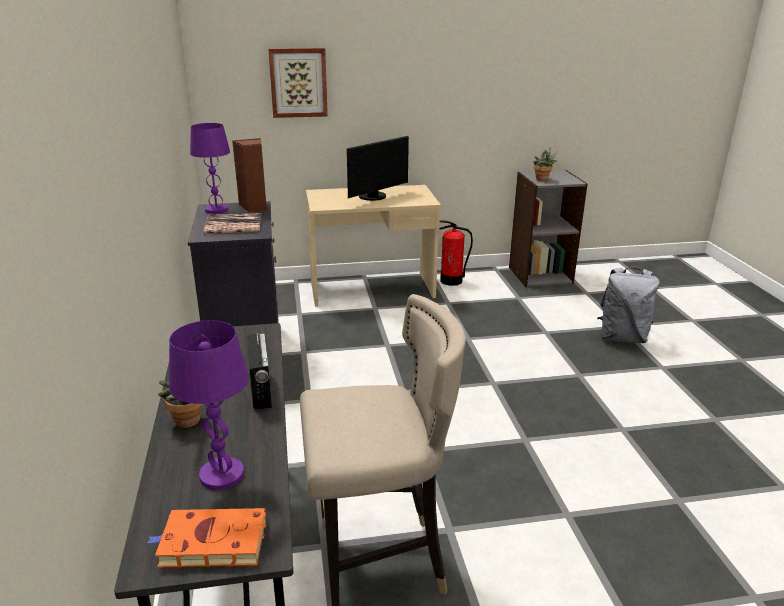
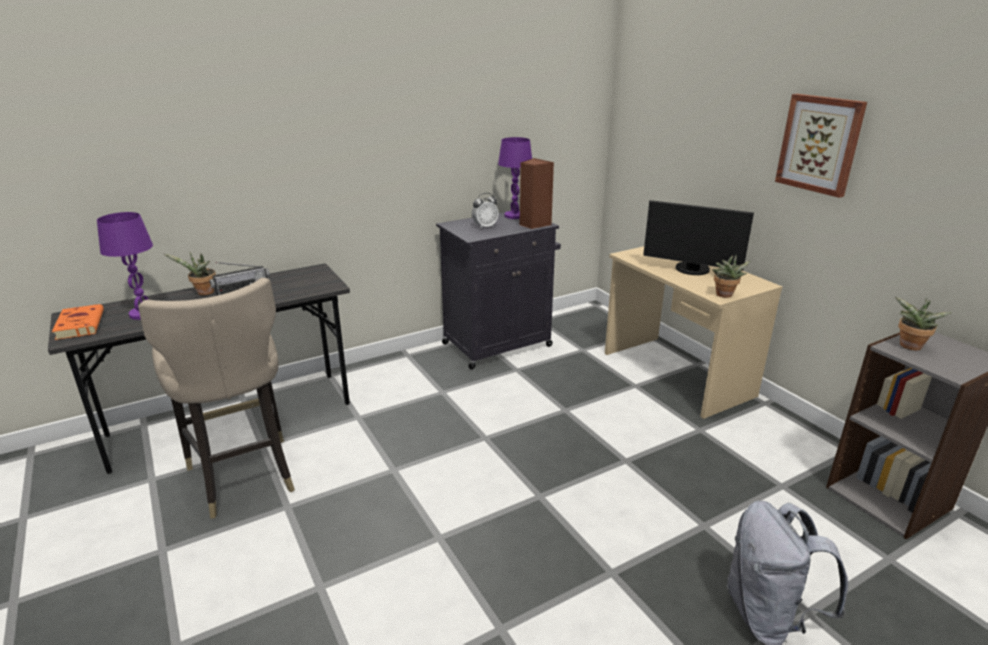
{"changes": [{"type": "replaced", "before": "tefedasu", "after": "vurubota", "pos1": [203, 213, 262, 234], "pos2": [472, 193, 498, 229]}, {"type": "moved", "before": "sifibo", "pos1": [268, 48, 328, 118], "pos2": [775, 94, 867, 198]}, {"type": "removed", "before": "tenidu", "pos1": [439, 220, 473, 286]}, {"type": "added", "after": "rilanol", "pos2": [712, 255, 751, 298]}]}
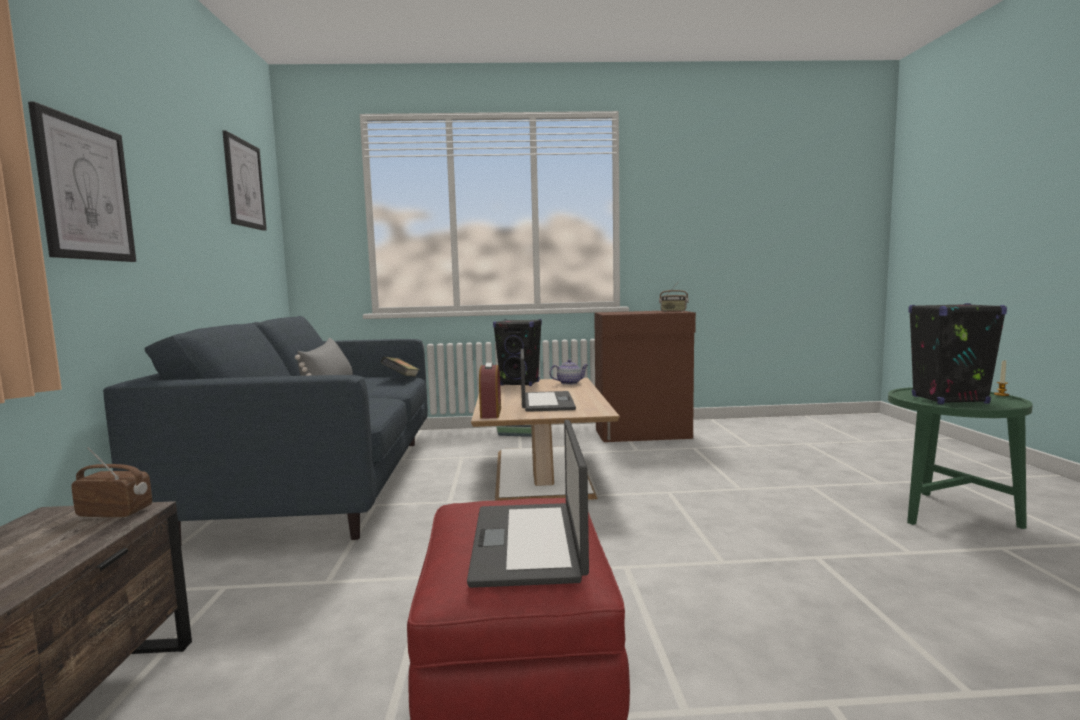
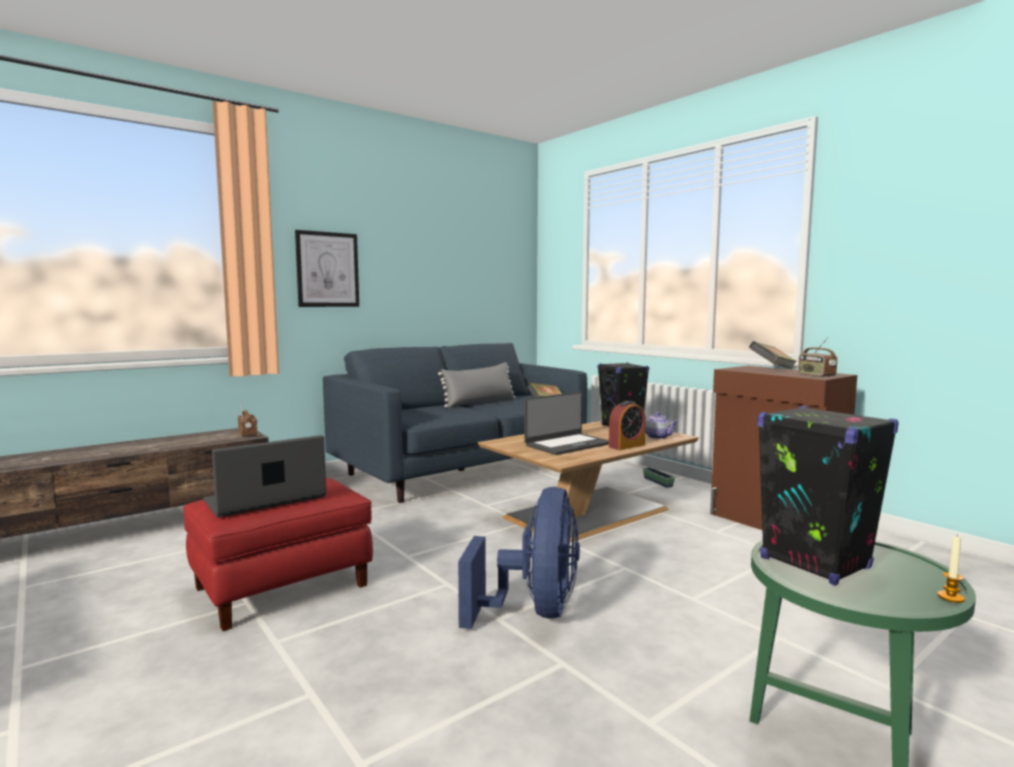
{"changes": [{"type": "removed", "before": "sifibo", "pos1": [223, 131, 267, 231]}, {"type": "moved", "before": "vurubota", "pos1": [479, 362, 501, 419], "pos2": [609, 401, 646, 450]}, {"type": "added", "after": "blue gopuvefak", "pos2": [458, 487, 580, 629]}, {"type": "added", "after": "tefedasu", "pos2": [749, 341, 797, 369]}]}
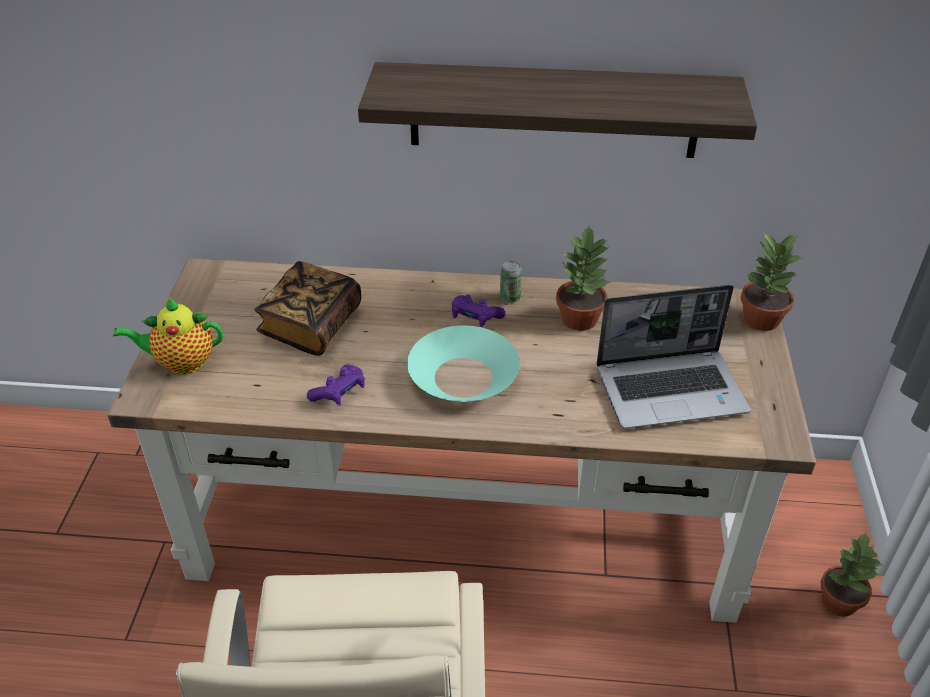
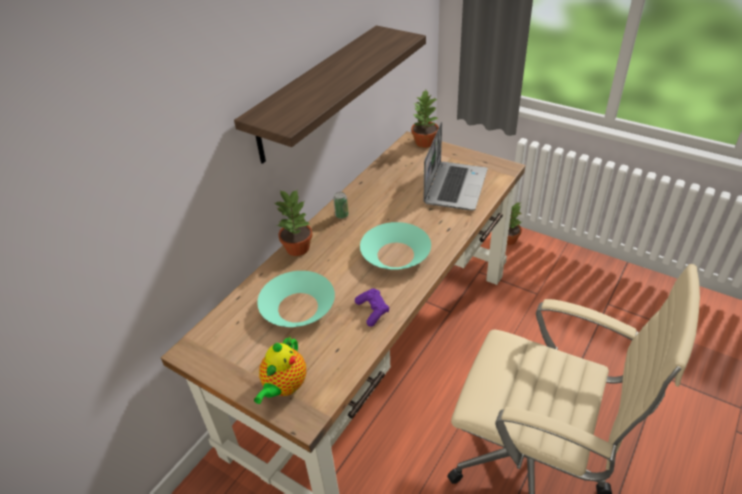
{"changes": [{"type": "replaced", "before": "tefedasu", "after": "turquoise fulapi", "pos1": [254, 261, 361, 356], "pos2": [257, 271, 335, 327]}, {"type": "removed", "before": "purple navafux", "pos1": [452, 294, 505, 327]}, {"type": "moved", "before": "rilanol", "pos1": [556, 226, 610, 331], "pos2": [275, 190, 313, 256]}]}
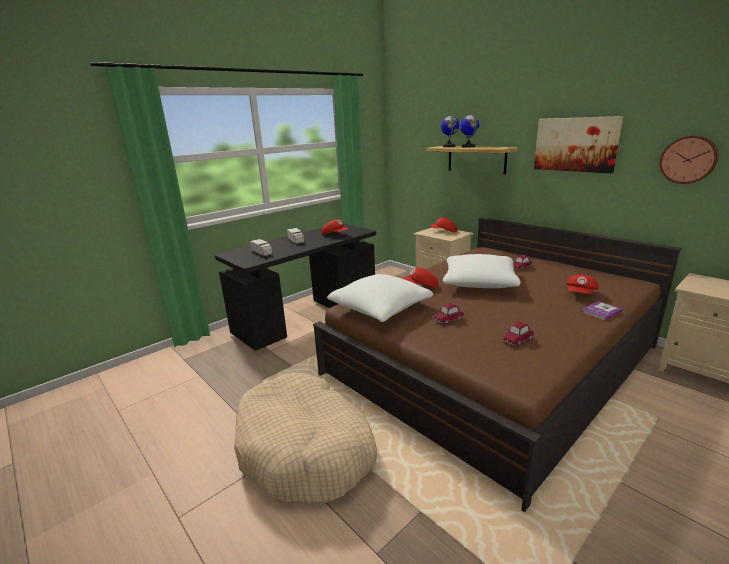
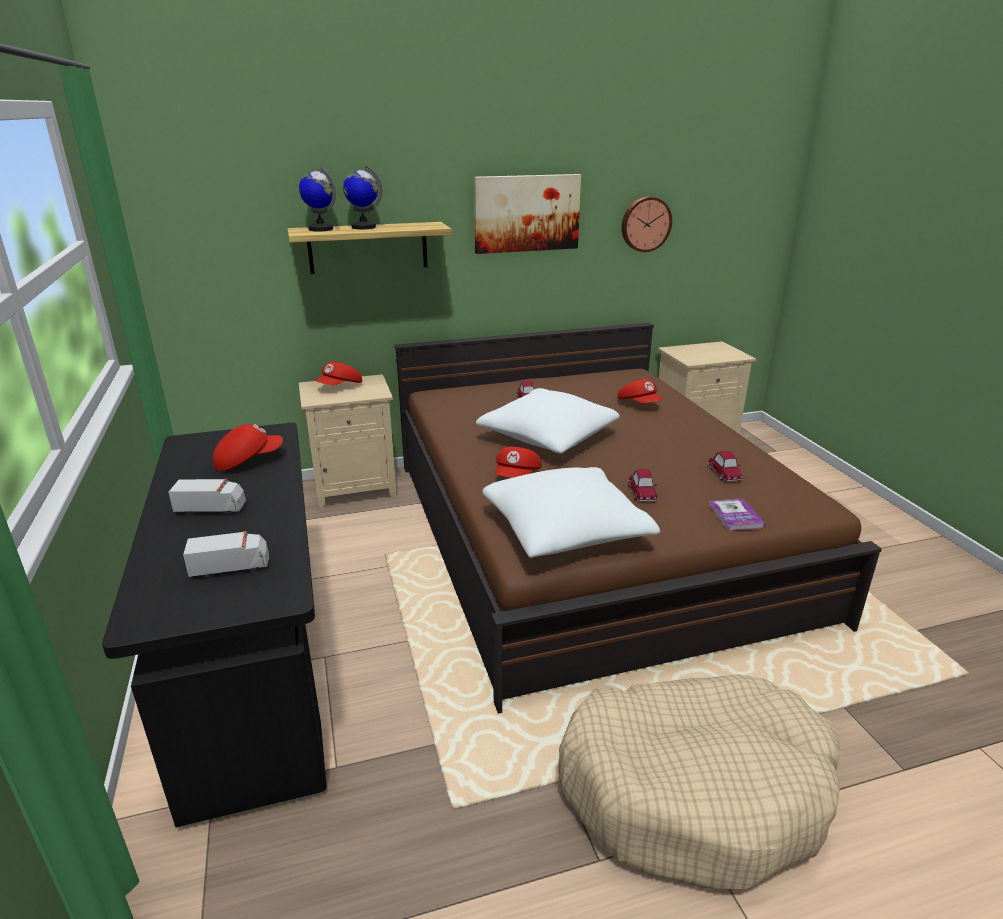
{"changes": [{"type": "moved", "before": "tefedasu", "pos1": [582, 301, 622, 321], "pos2": [709, 498, 765, 531]}]}
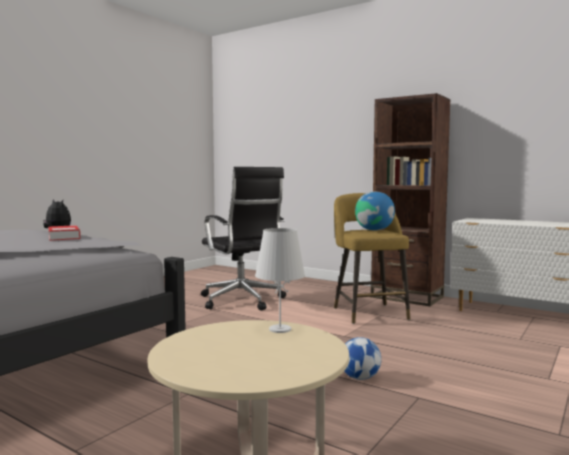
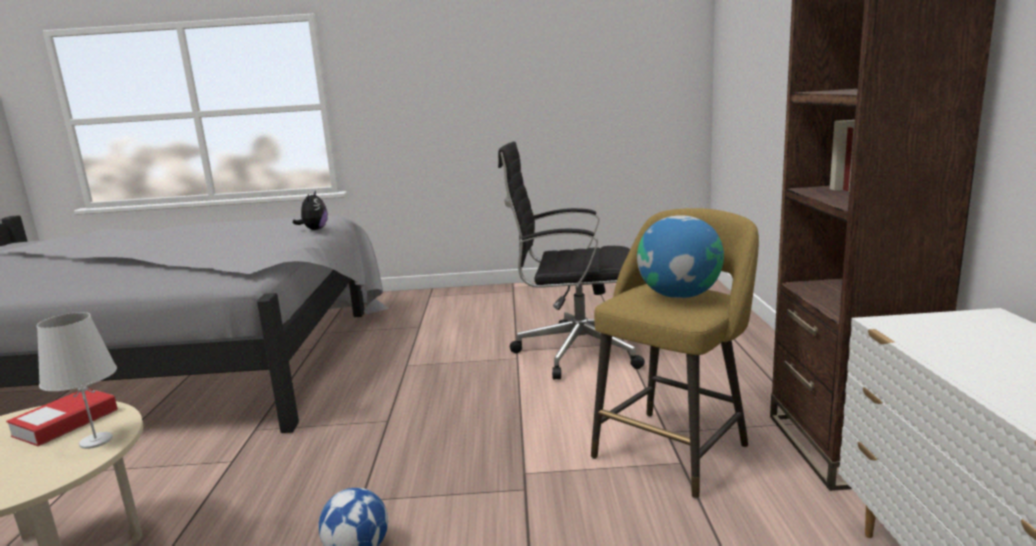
{"changes": [{"type": "moved", "before": "tefedasu", "pos1": [48, 225, 80, 241], "pos2": [6, 388, 118, 446]}, {"type": "turned", "before": "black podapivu", "pos1": [201, 167, 286, 311], "pos2": [498, 141, 645, 380], "turn": 75}]}
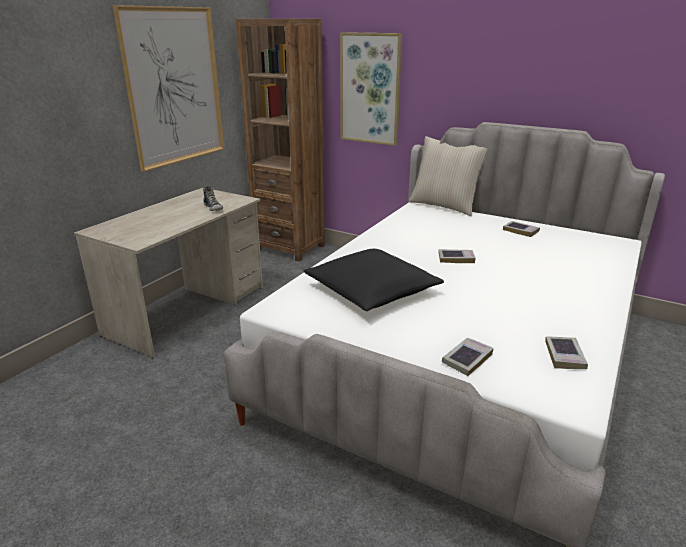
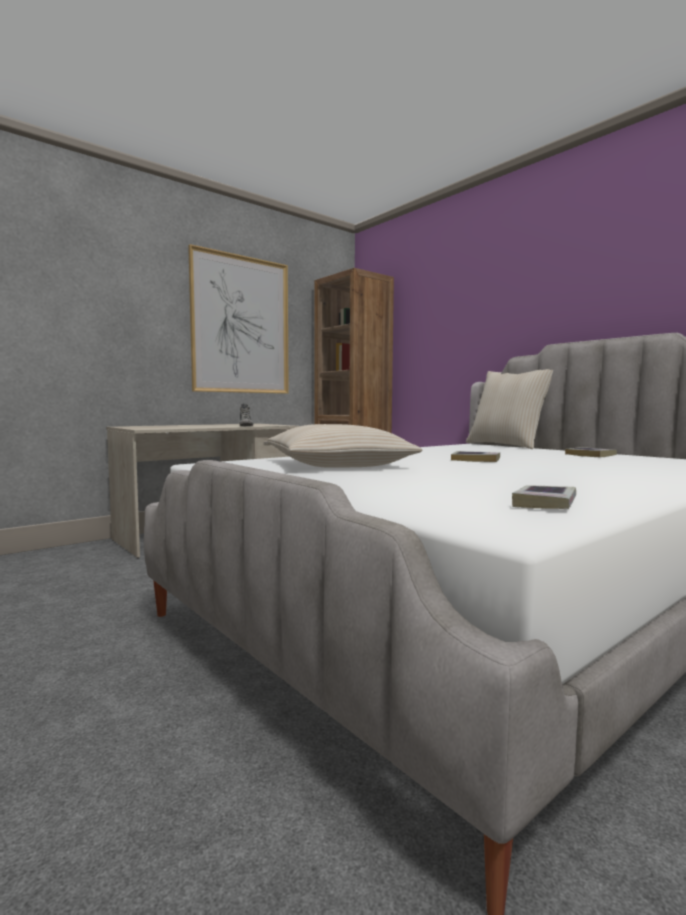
{"changes": [{"type": "recoloured", "before": "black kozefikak", "after": "beige kozefikak", "pos1": [304, 249, 444, 311], "pos2": [267, 424, 423, 468]}, {"type": "removed", "before": "sifibo", "pos1": [340, 32, 402, 146]}, {"type": "removed", "before": "tefedasu", "pos1": [442, 338, 494, 376]}]}
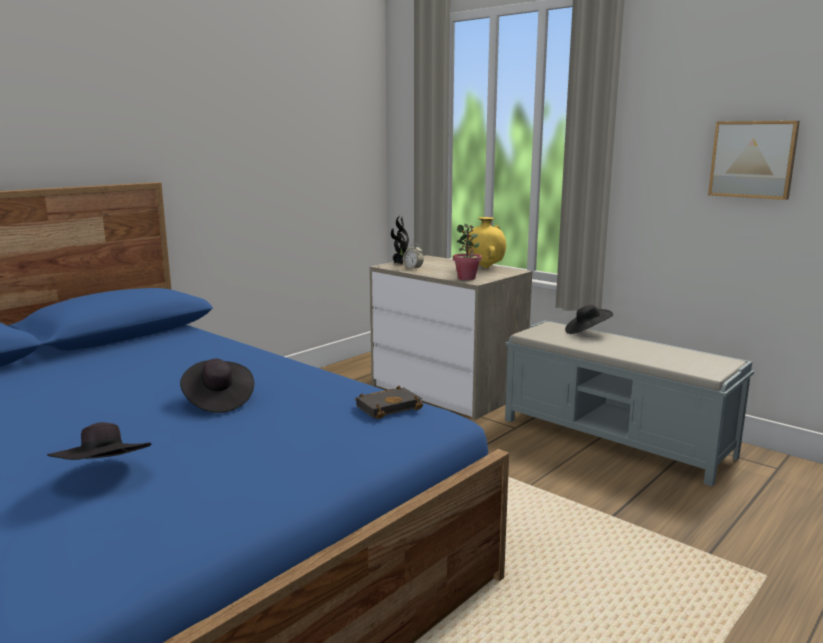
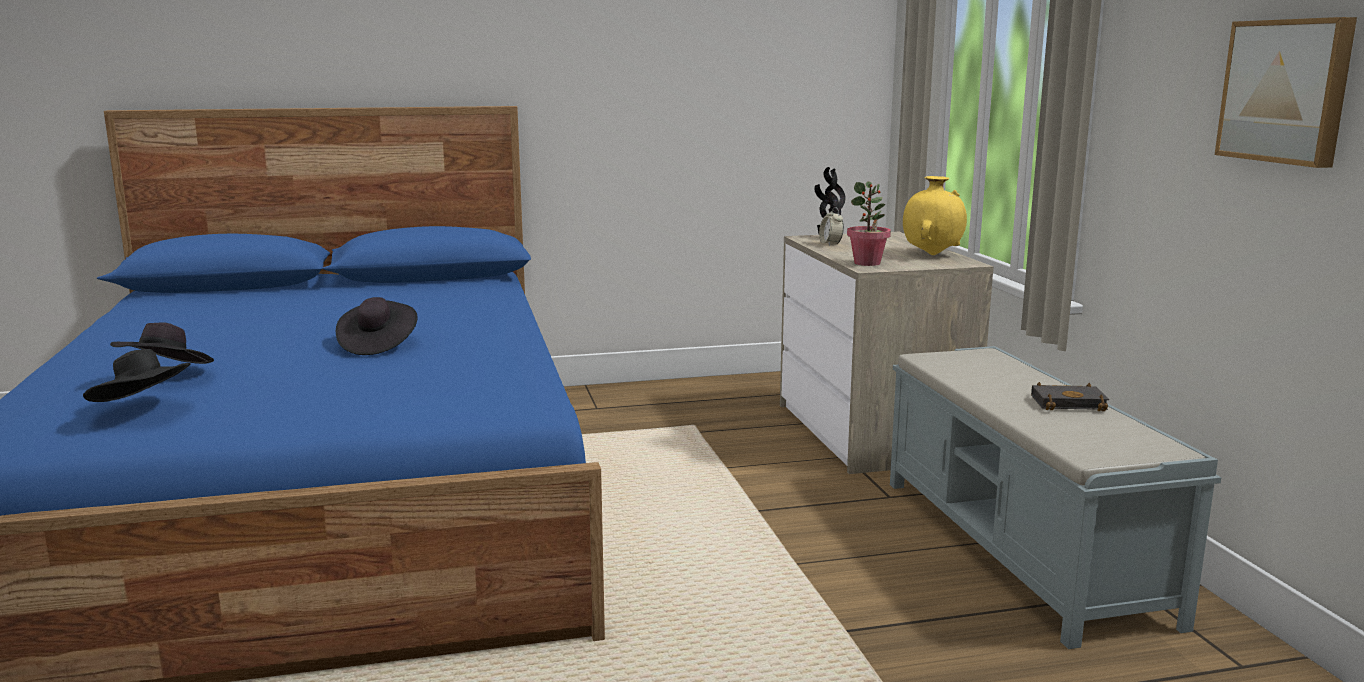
{"changes": [{"type": "moved", "before": "black tefedasu", "pos1": [355, 386, 423, 419], "pos2": [1031, 382, 1109, 411]}, {"type": "moved", "before": "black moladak", "pos1": [565, 305, 613, 334], "pos2": [83, 349, 191, 402]}]}
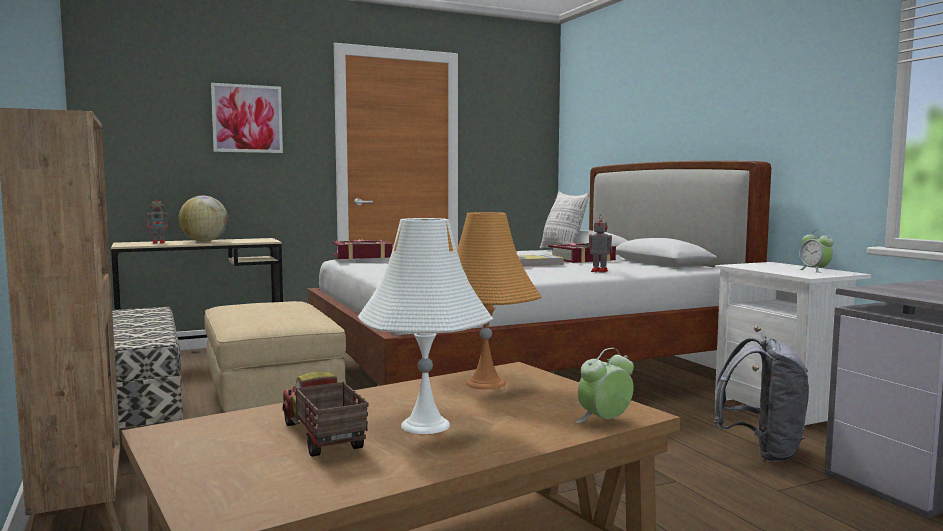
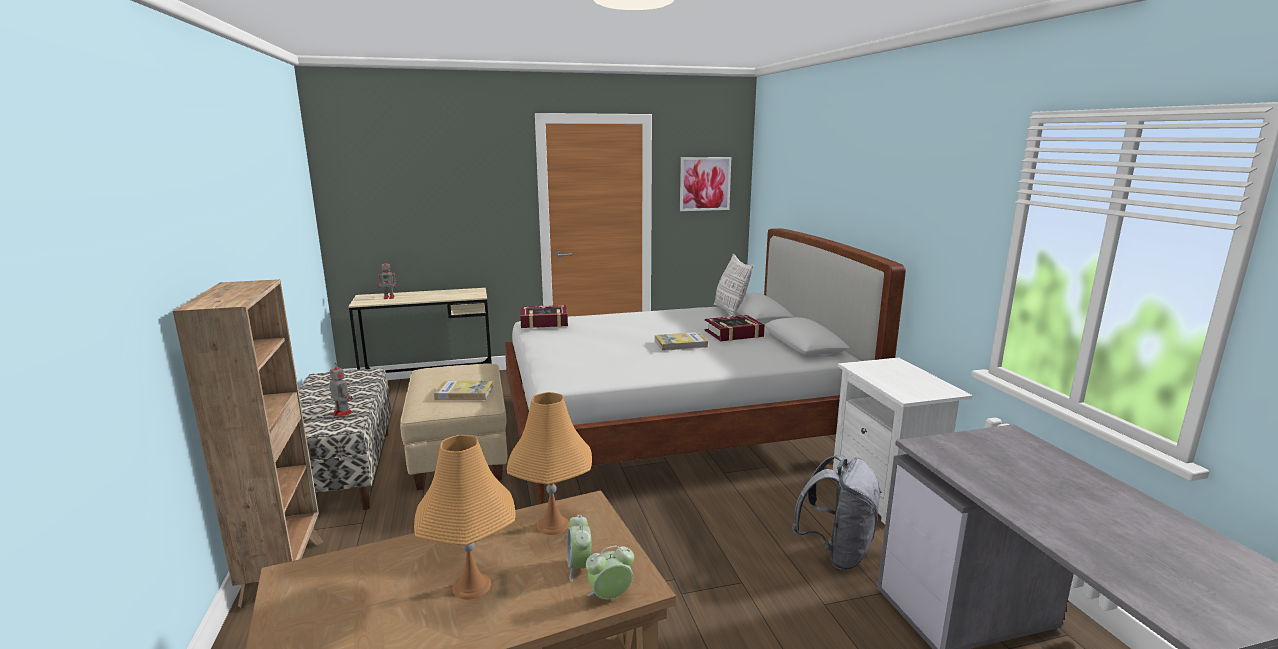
{"changes": [{"type": "removed", "before": "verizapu", "pos1": [179, 196, 228, 242]}, {"type": "moved", "before": "sifibo", "pos1": [211, 83, 283, 153], "pos2": [680, 157, 731, 211]}, {"type": "removed", "before": "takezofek", "pos1": [283, 372, 369, 457]}, {"type": "recoloured", "before": "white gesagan", "after": "orange gesagan", "pos1": [358, 218, 493, 434], "pos2": [414, 435, 515, 600]}, {"type": "moved", "before": "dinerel", "pos1": [586, 215, 613, 273], "pos2": [329, 364, 353, 417]}, {"type": "moved", "before": "vurubota", "pos1": [798, 230, 833, 273], "pos2": [566, 515, 592, 582]}, {"type": "added", "after": "tefedasu", "pos2": [434, 381, 493, 400]}]}
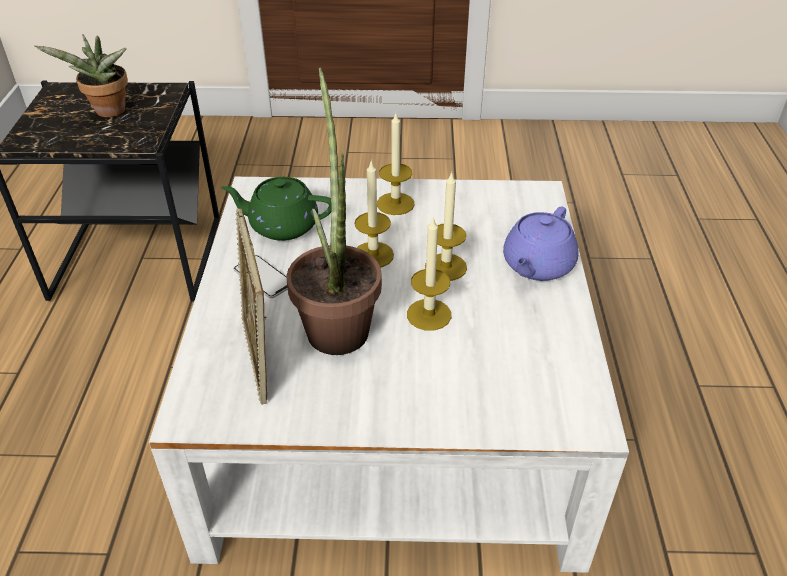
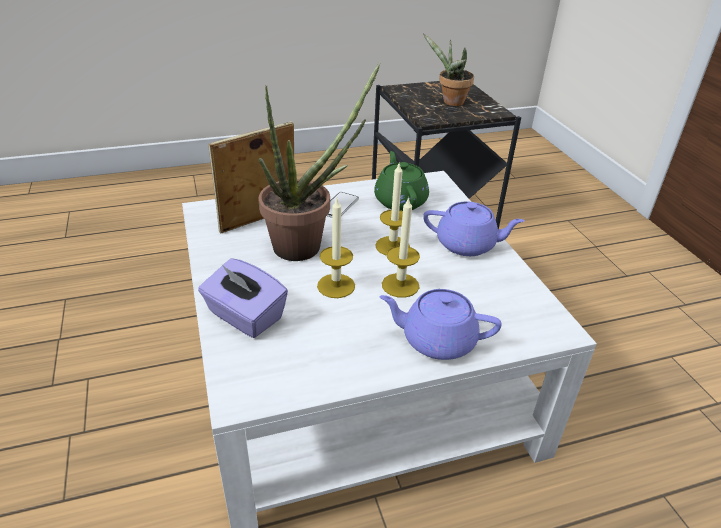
{"changes": [{"type": "replaced", "before": "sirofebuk", "after": "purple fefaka", "pos1": [377, 114, 415, 215], "pos2": [423, 202, 525, 256]}, {"type": "added", "after": "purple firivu", "pos2": [198, 259, 288, 338]}]}
